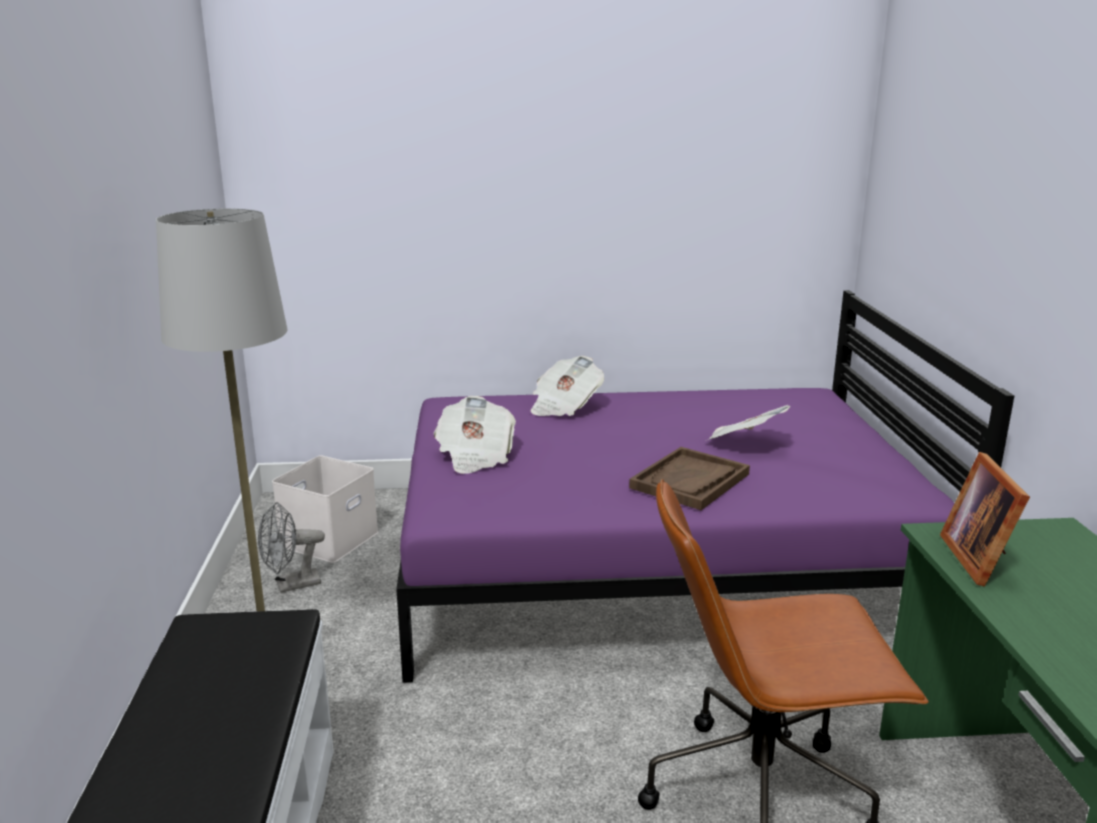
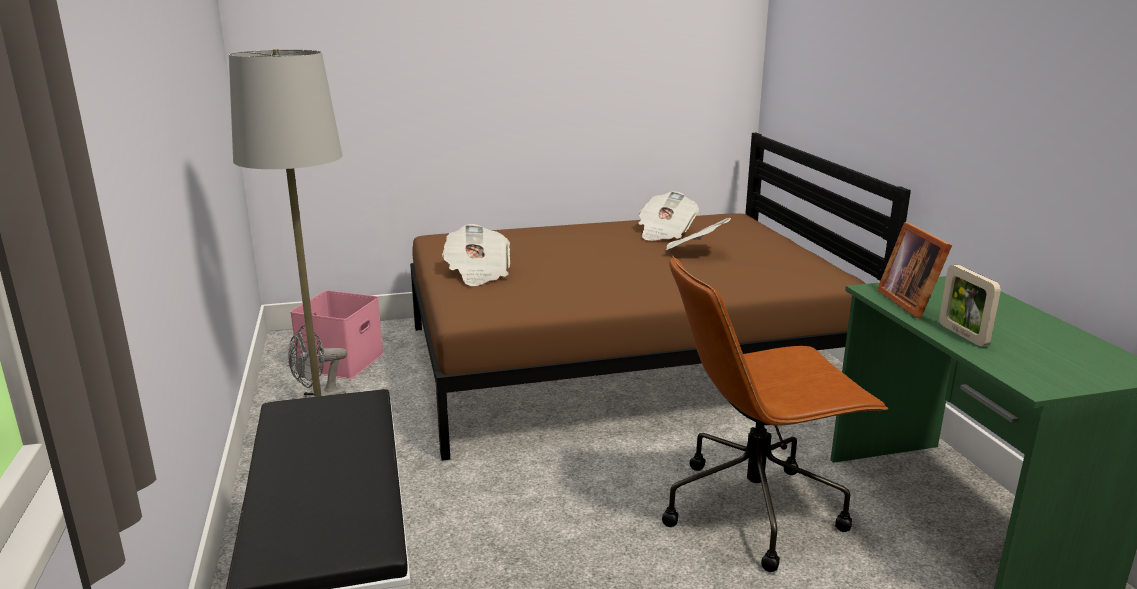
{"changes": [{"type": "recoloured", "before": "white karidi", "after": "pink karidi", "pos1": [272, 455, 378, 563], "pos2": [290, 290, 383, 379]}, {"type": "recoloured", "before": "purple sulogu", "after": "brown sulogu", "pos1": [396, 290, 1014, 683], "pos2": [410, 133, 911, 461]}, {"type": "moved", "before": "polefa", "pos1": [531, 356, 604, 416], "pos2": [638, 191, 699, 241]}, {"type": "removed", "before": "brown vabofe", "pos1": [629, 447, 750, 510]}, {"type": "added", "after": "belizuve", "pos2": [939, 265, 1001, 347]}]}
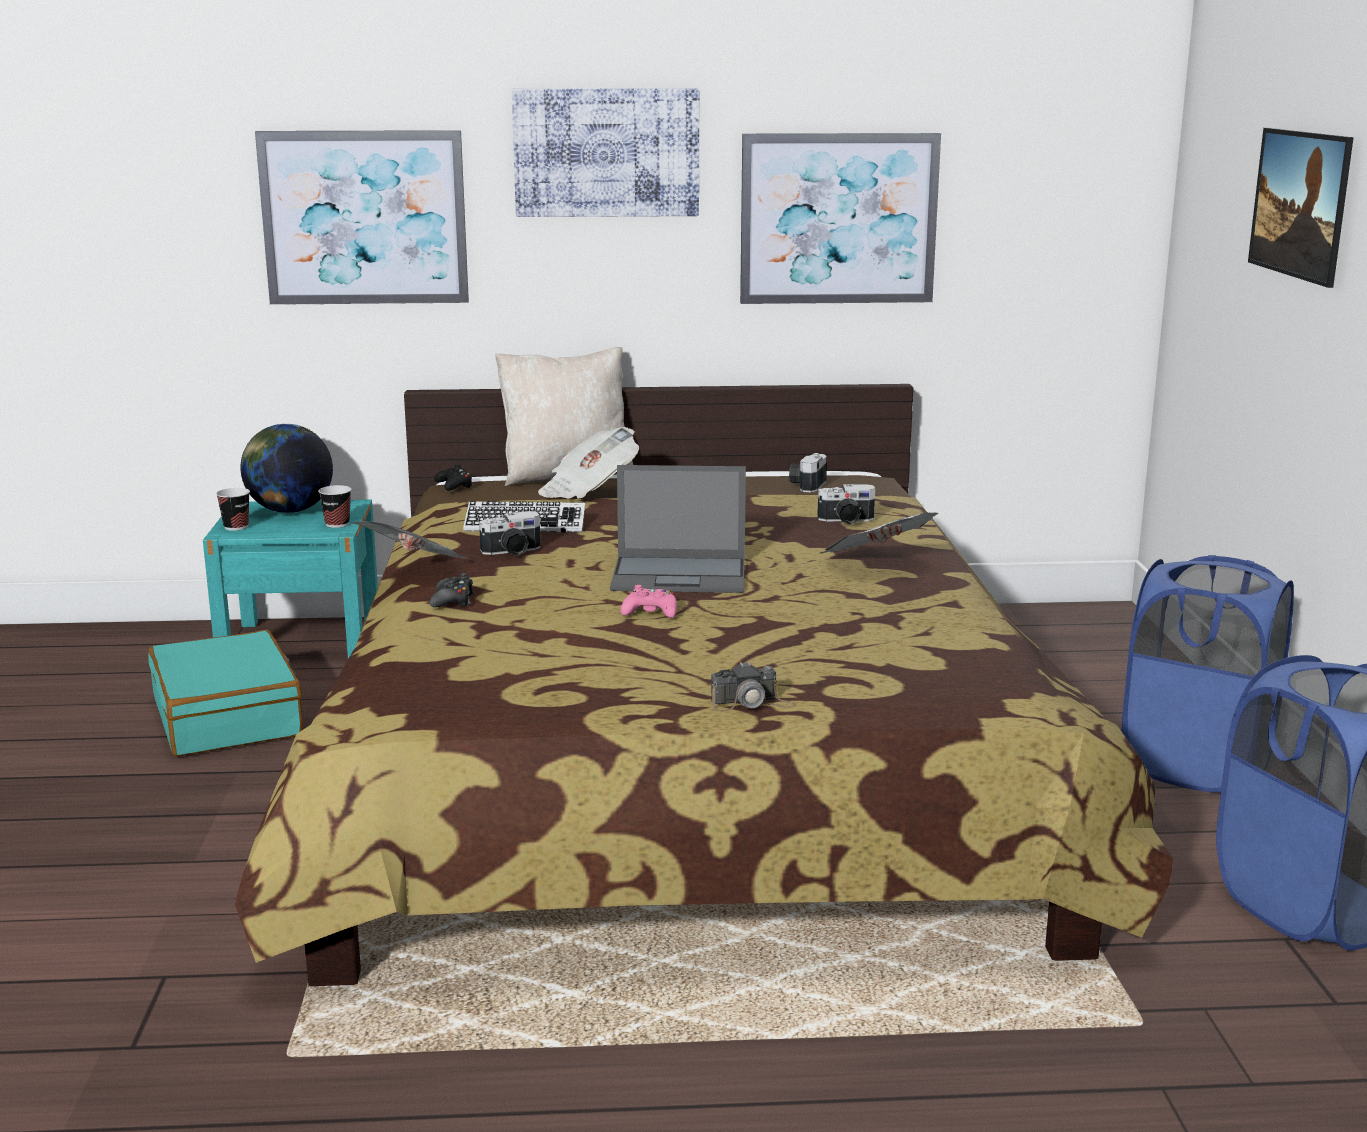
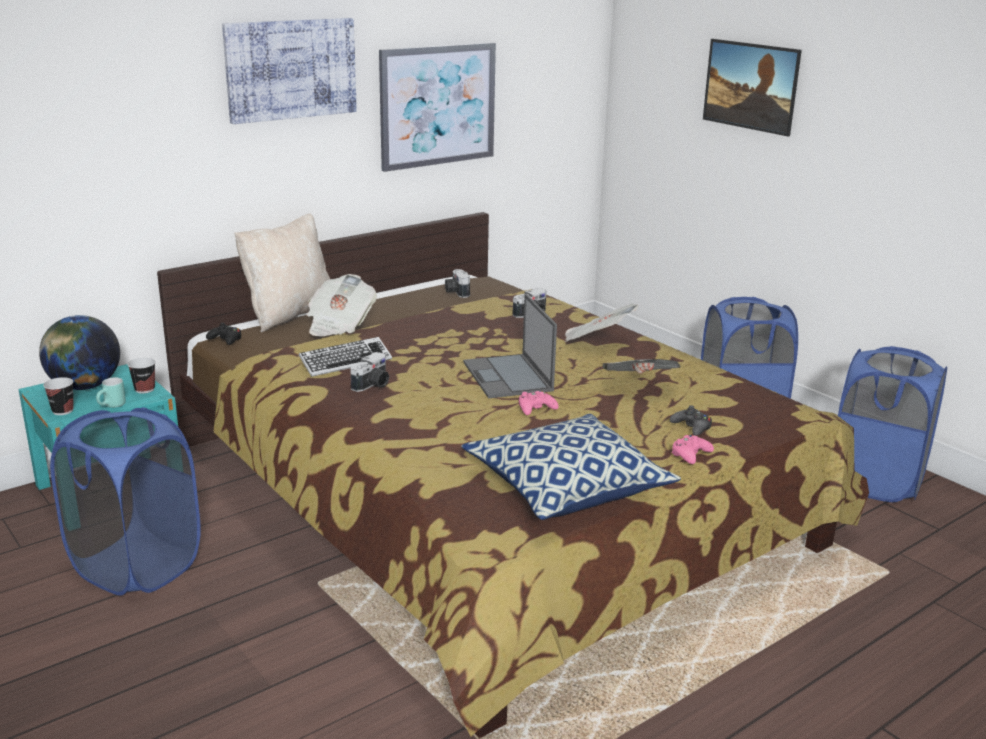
{"changes": [{"type": "replaced", "before": "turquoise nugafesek", "after": "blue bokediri", "pos1": [148, 630, 303, 756], "pos2": [50, 407, 201, 596]}, {"type": "removed", "before": "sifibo", "pos1": [255, 130, 469, 305]}, {"type": "moved", "before": "polefa", "pos1": [352, 521, 467, 558], "pos2": [602, 359, 681, 374]}, {"type": "moved", "before": "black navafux", "pos1": [429, 573, 475, 607], "pos2": [670, 405, 712, 436]}, {"type": "turned", "before": "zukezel", "pos1": [610, 465, 746, 593], "pos2": [463, 294, 557, 398], "turn": 105}, {"type": "replaced", "before": "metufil", "after": "pink navafux", "pos1": [711, 662, 796, 711], "pos2": [671, 434, 714, 464]}, {"type": "added", "after": "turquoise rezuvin", "pos2": [96, 377, 126, 408]}, {"type": "added", "after": "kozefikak", "pos2": [461, 414, 681, 520]}]}
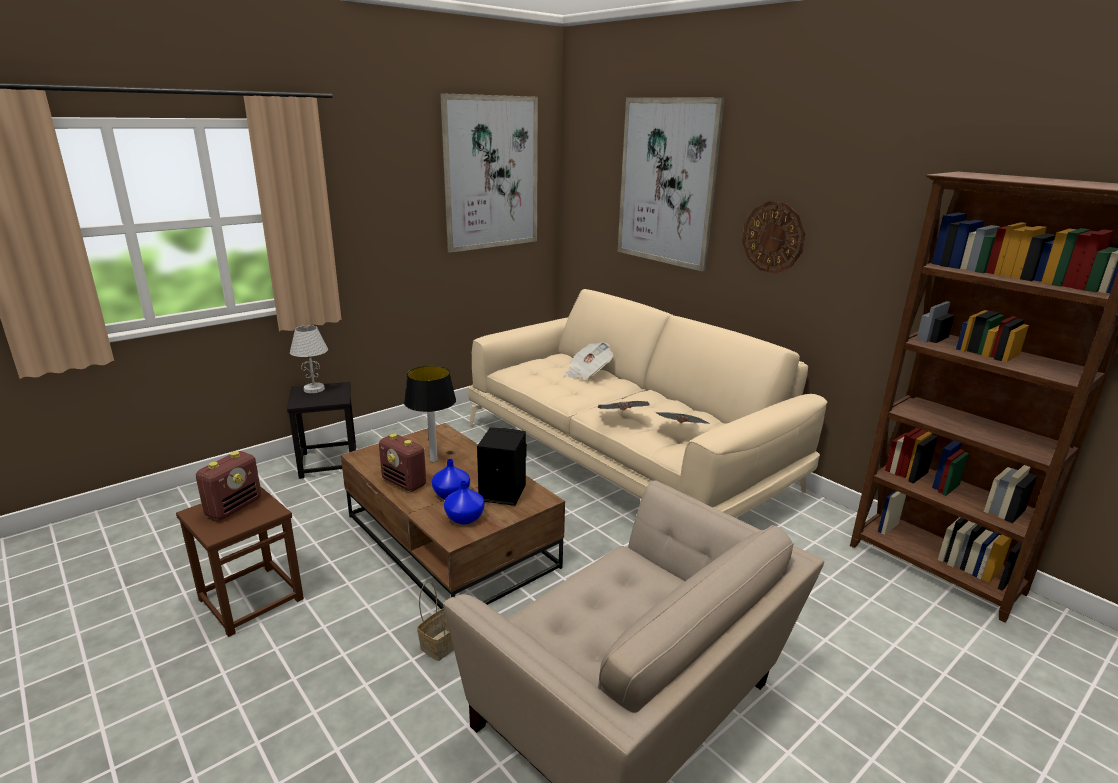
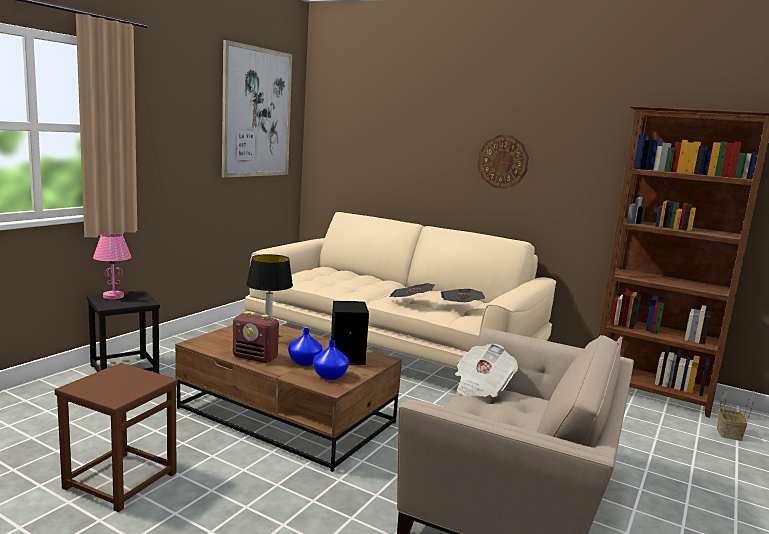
{"changes": [{"type": "removed", "before": "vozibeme", "pos1": [196, 451, 261, 520]}, {"type": "recoloured", "before": "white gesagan", "after": "pink gesagan", "pos1": [290, 325, 328, 393], "pos2": [93, 233, 131, 299]}, {"type": "moved", "before": "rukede", "pos1": [417, 581, 455, 661], "pos2": [717, 386, 755, 441]}, {"type": "moved", "before": "polefa", "pos1": [564, 342, 613, 379], "pos2": [455, 344, 518, 397]}, {"type": "removed", "before": "sifibo", "pos1": [618, 97, 725, 272]}]}
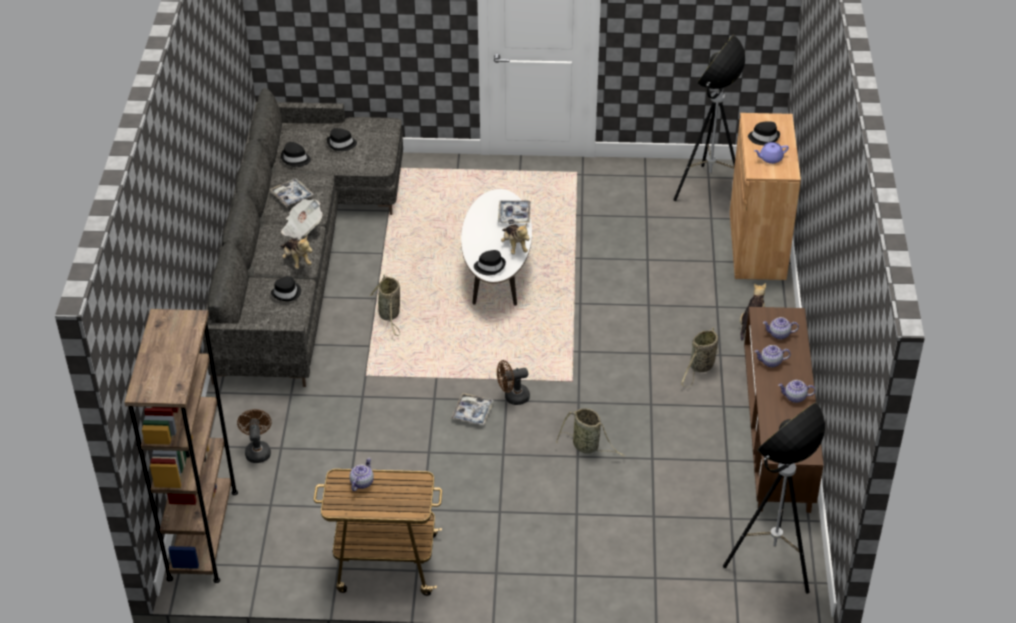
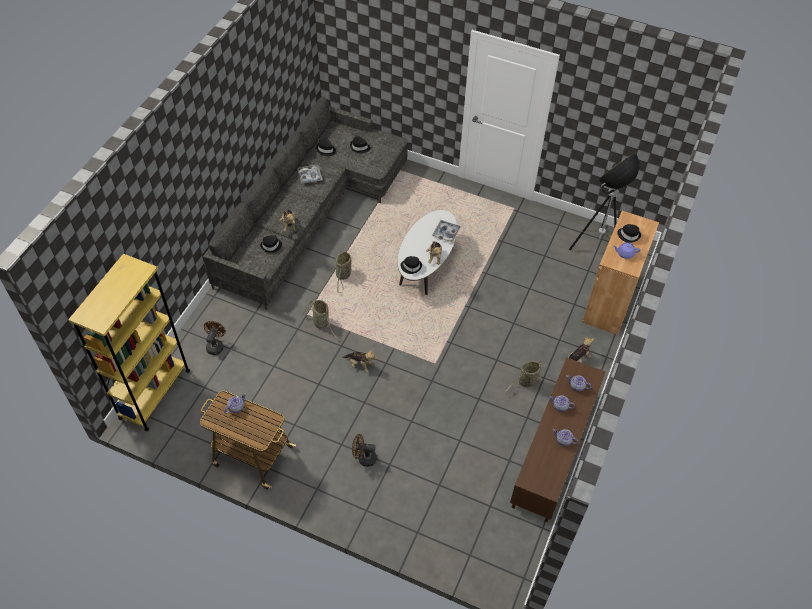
{"changes": [{"type": "recoloured", "before": "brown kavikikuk", "after": "yellow kavikikuk", "pos1": [124, 309, 238, 583], "pos2": [68, 254, 190, 431]}, {"type": "removed", "before": "polefa", "pos1": [281, 199, 323, 240]}, {"type": "replaced", "before": "vabofe", "after": "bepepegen", "pos1": [451, 393, 494, 425], "pos2": [342, 349, 377, 372]}, {"type": "moved", "before": "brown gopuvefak", "pos1": [497, 360, 530, 405], "pos2": [352, 434, 377, 467]}, {"type": "moved", "before": "rukede", "pos1": [556, 408, 625, 456], "pos2": [302, 300, 339, 338]}, {"type": "removed", "before": "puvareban", "pos1": [723, 402, 825, 594]}]}
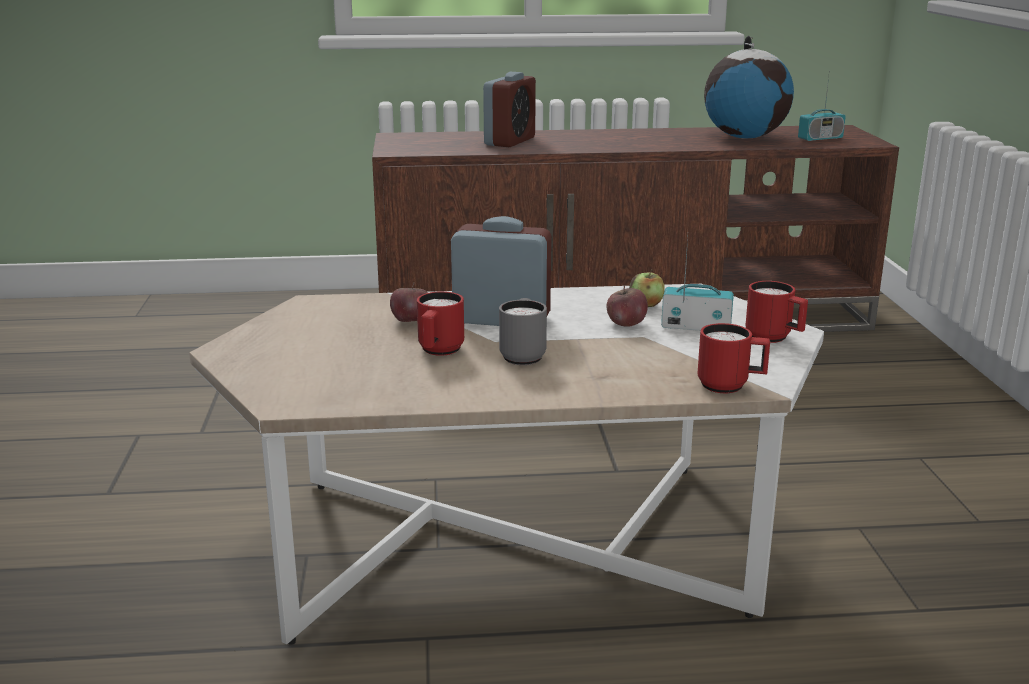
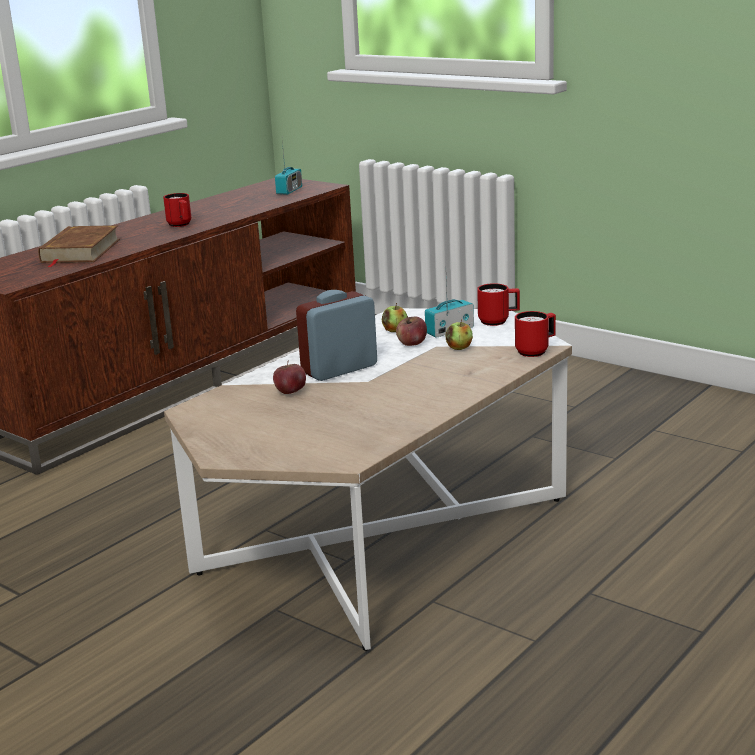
{"changes": [{"type": "moved", "before": "red rezuvin", "pos1": [417, 291, 464, 356], "pos2": [163, 193, 191, 227]}, {"type": "replaced", "before": "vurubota", "after": "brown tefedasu", "pos1": [483, 72, 536, 147], "pos2": [38, 225, 120, 267]}, {"type": "removed", "before": "grey rezuvin", "pos1": [499, 298, 547, 365]}, {"type": "removed", "before": "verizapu", "pos1": [704, 36, 794, 139]}, {"type": "added", "after": "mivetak", "pos2": [445, 319, 473, 350]}]}
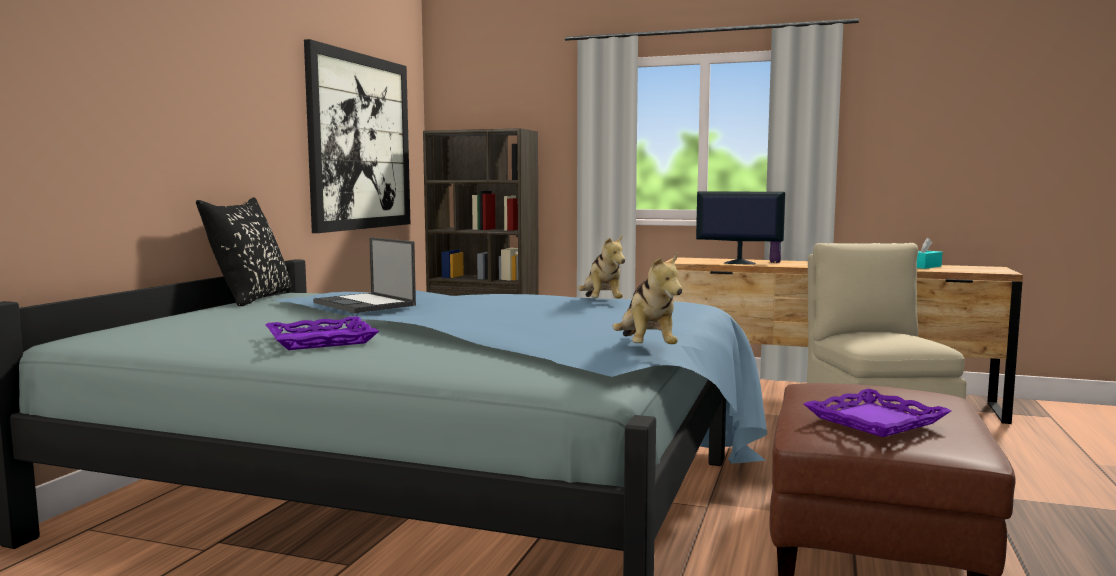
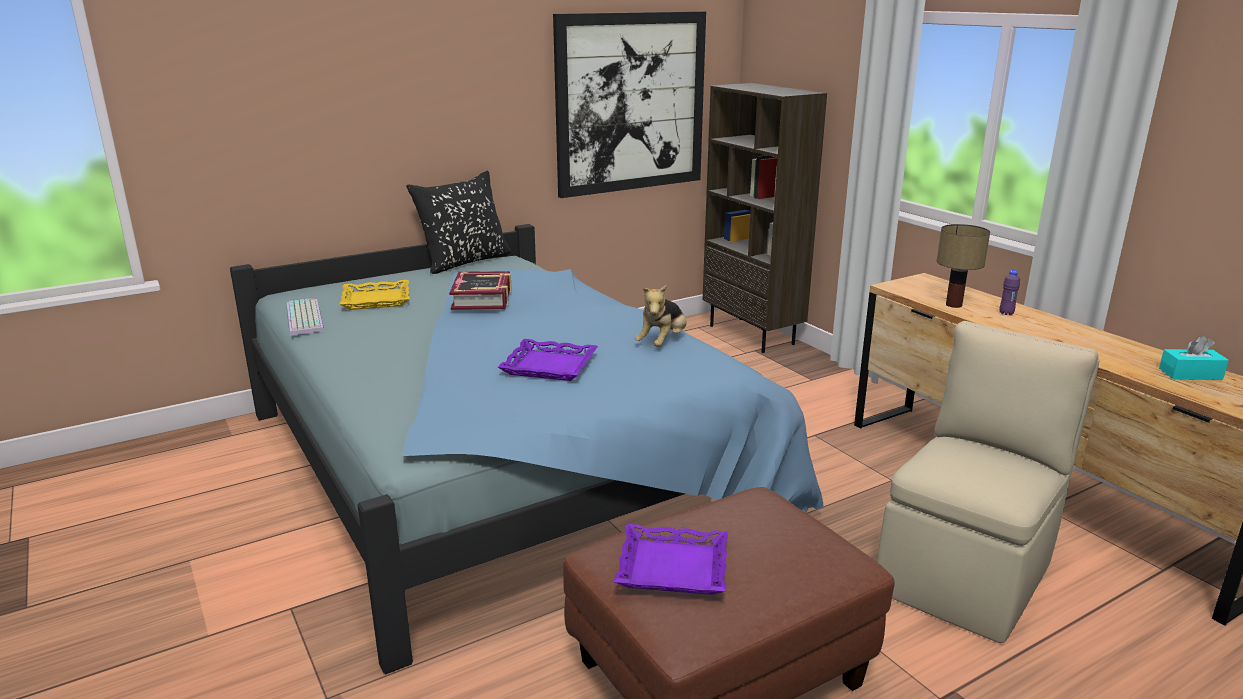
{"changes": [{"type": "moved", "before": "purple vabofe", "pos1": [266, 316, 379, 350], "pos2": [498, 339, 598, 381]}, {"type": "replaced", "before": "zukezel", "after": "tefedasu", "pos1": [313, 237, 416, 313], "pos2": [449, 271, 512, 310]}, {"type": "removed", "before": "bepepegen", "pos1": [612, 253, 683, 344]}, {"type": "replaced", "before": "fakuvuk", "after": "gesagan", "pos1": [696, 191, 785, 265], "pos2": [937, 224, 990, 308]}, {"type": "added", "after": "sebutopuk", "pos2": [287, 298, 324, 336]}, {"type": "added", "after": "yellow vabofe", "pos2": [339, 280, 410, 310]}]}
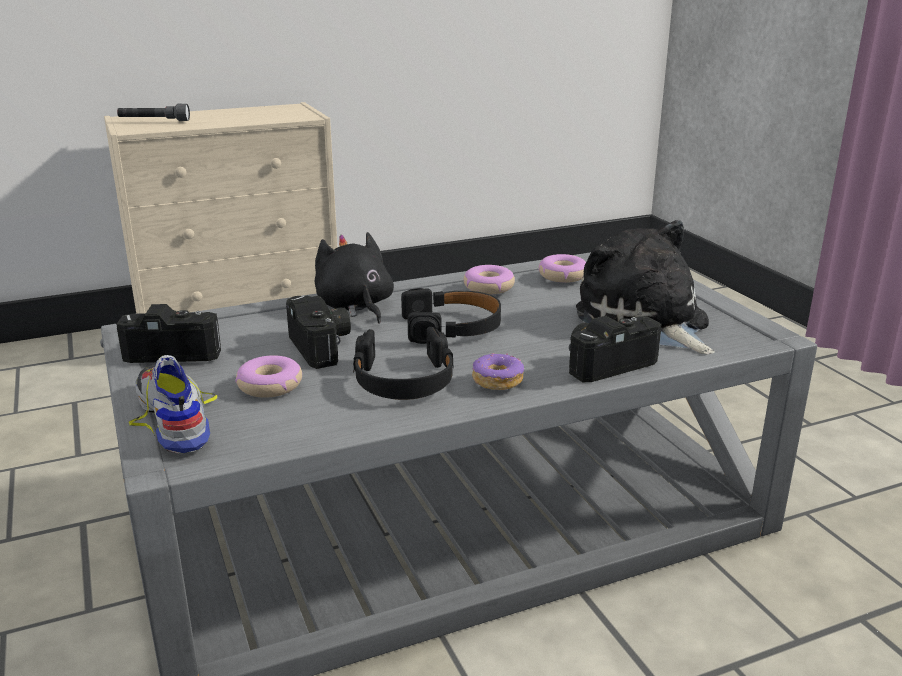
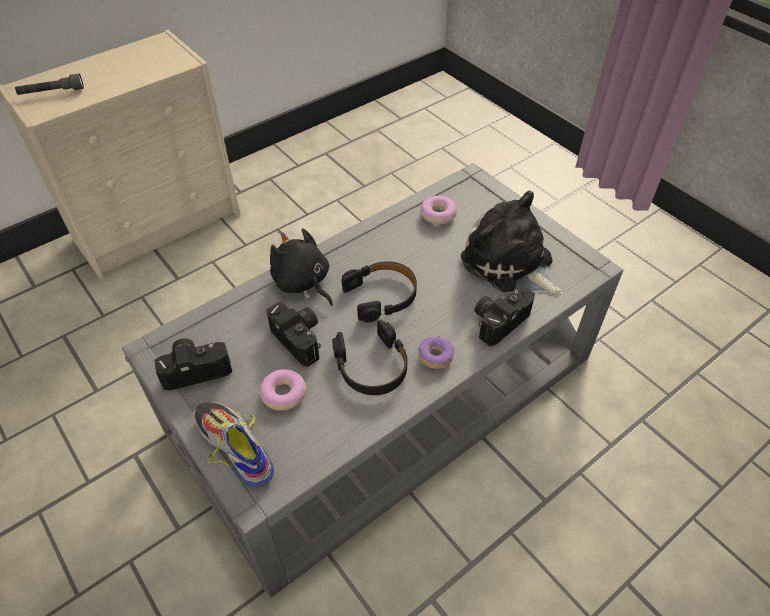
{"changes": [{"type": "removed", "before": "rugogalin", "pos1": [464, 265, 515, 295]}]}
